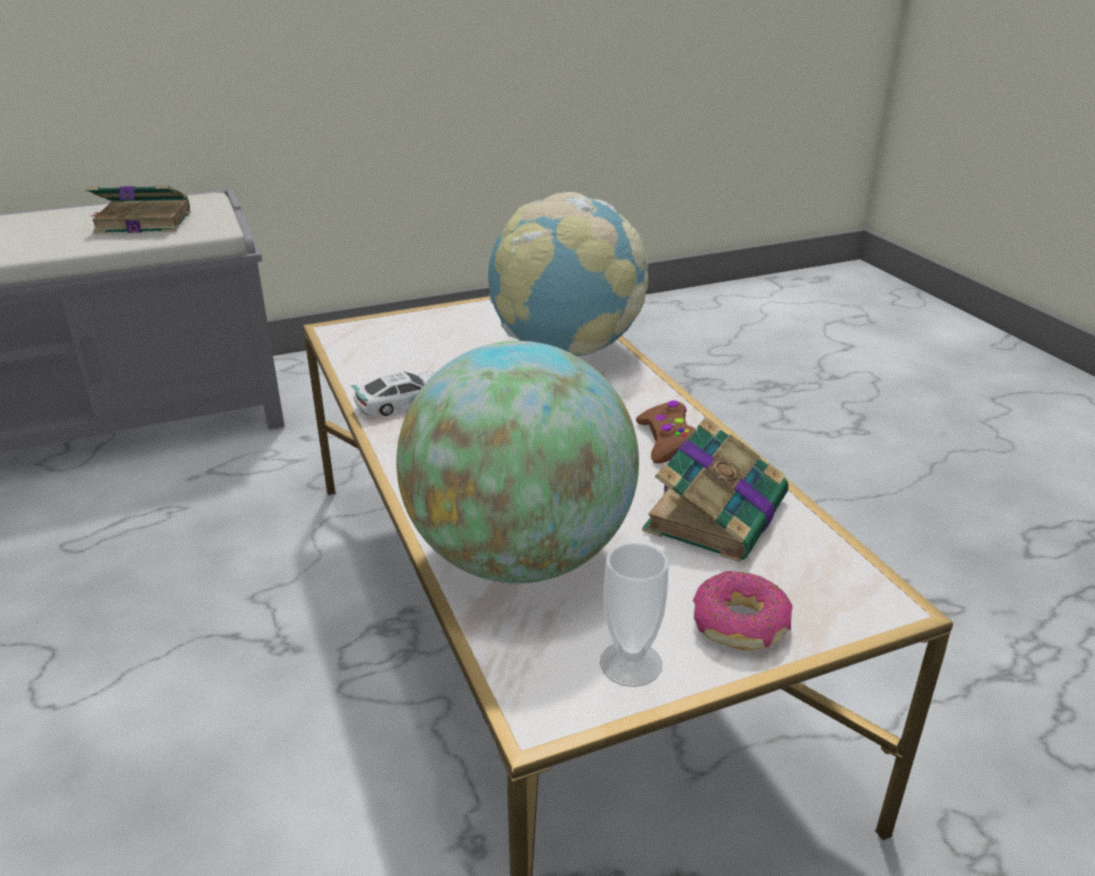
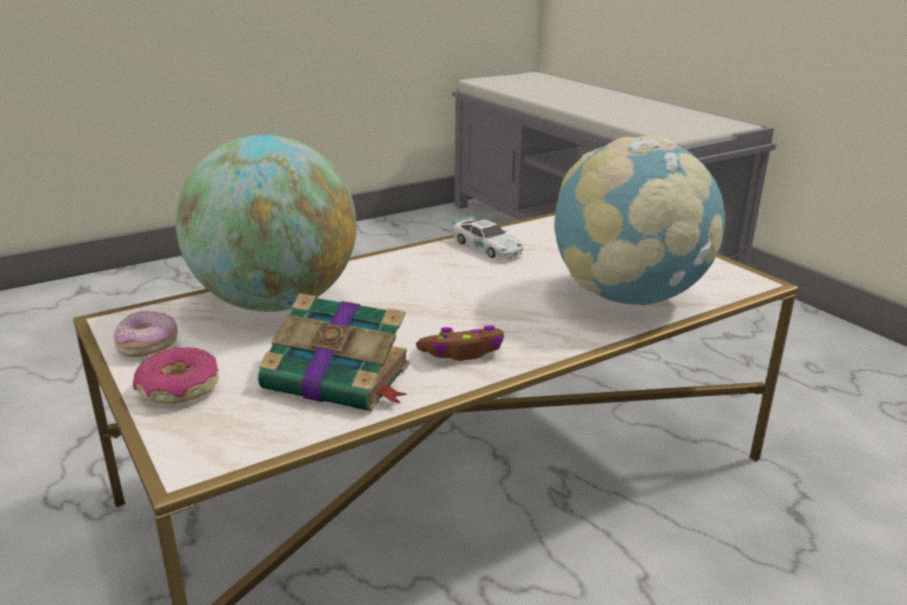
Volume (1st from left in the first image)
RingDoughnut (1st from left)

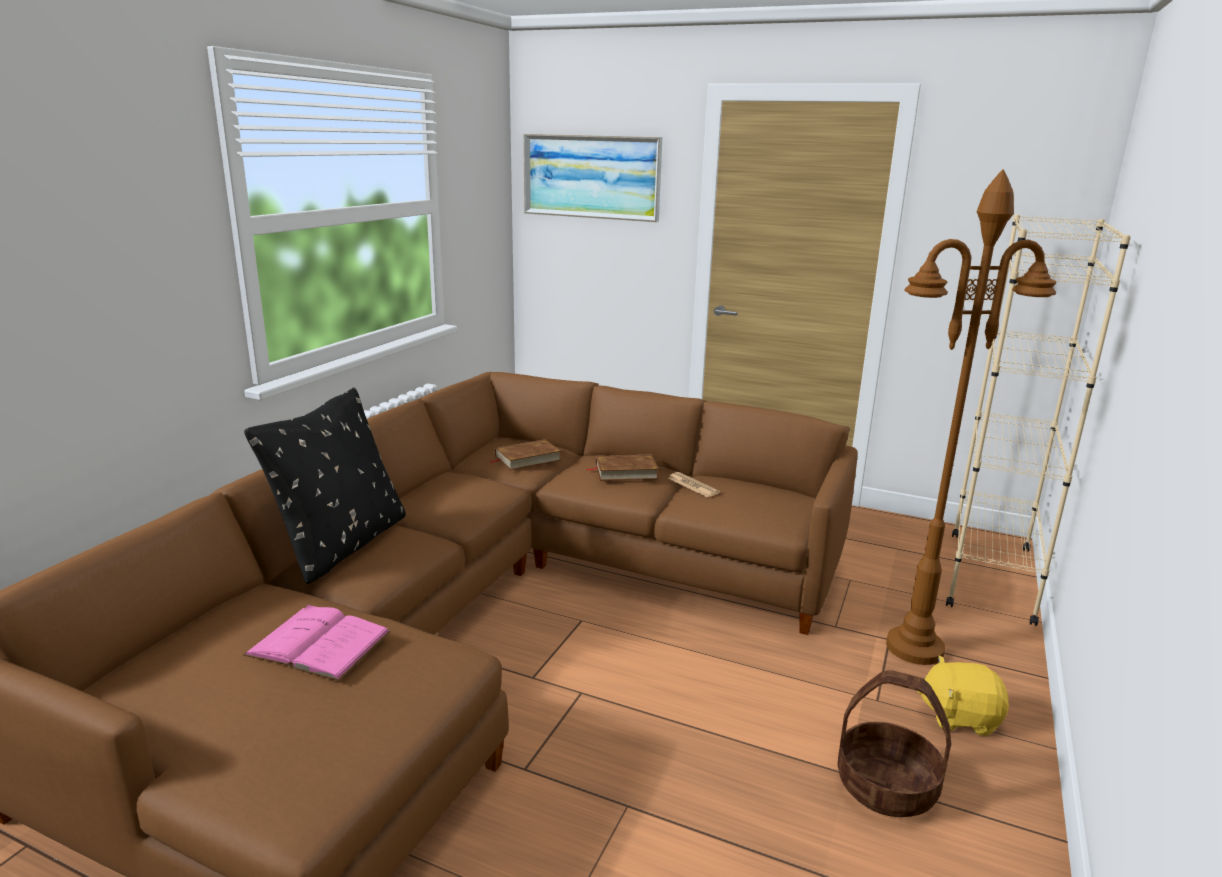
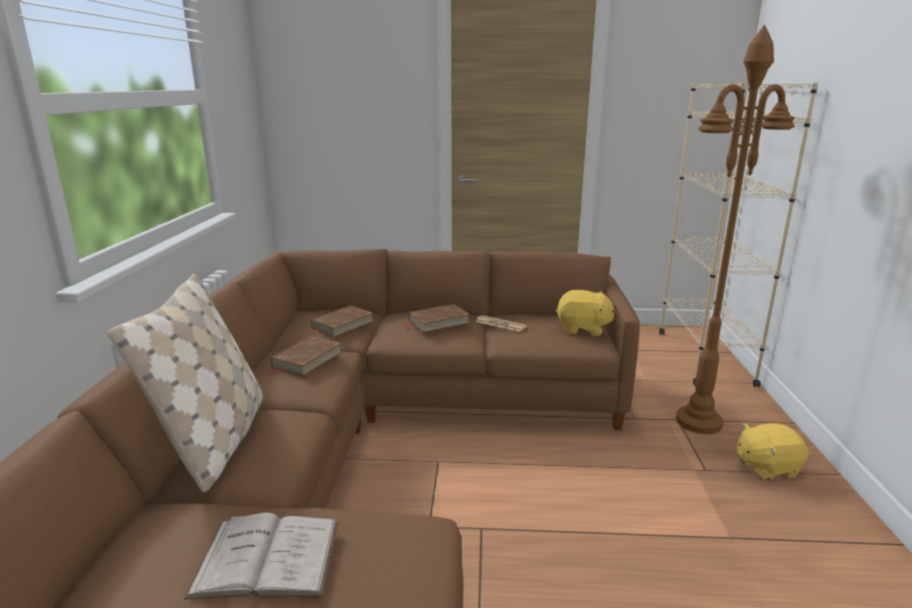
Picture
Basket
BrownishVolume (1st from left)
YellowPlushToy (1st from left)
WhiteVolume
SandColouredThrowPillow

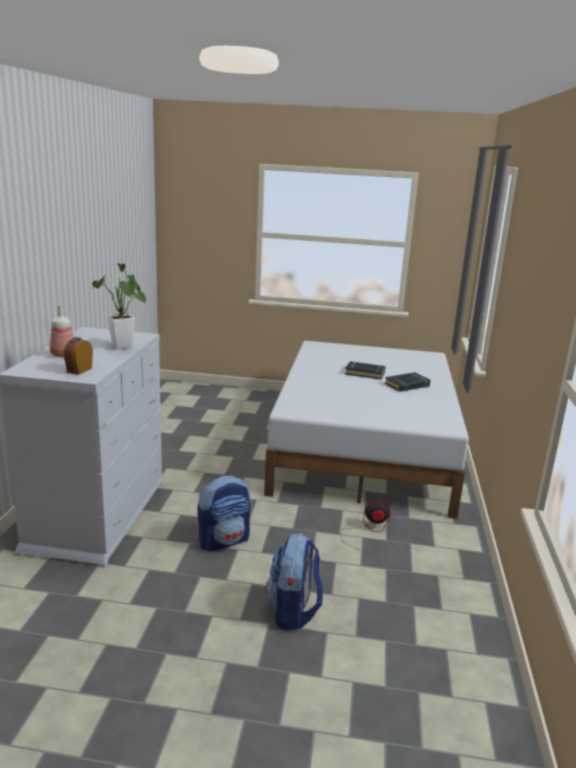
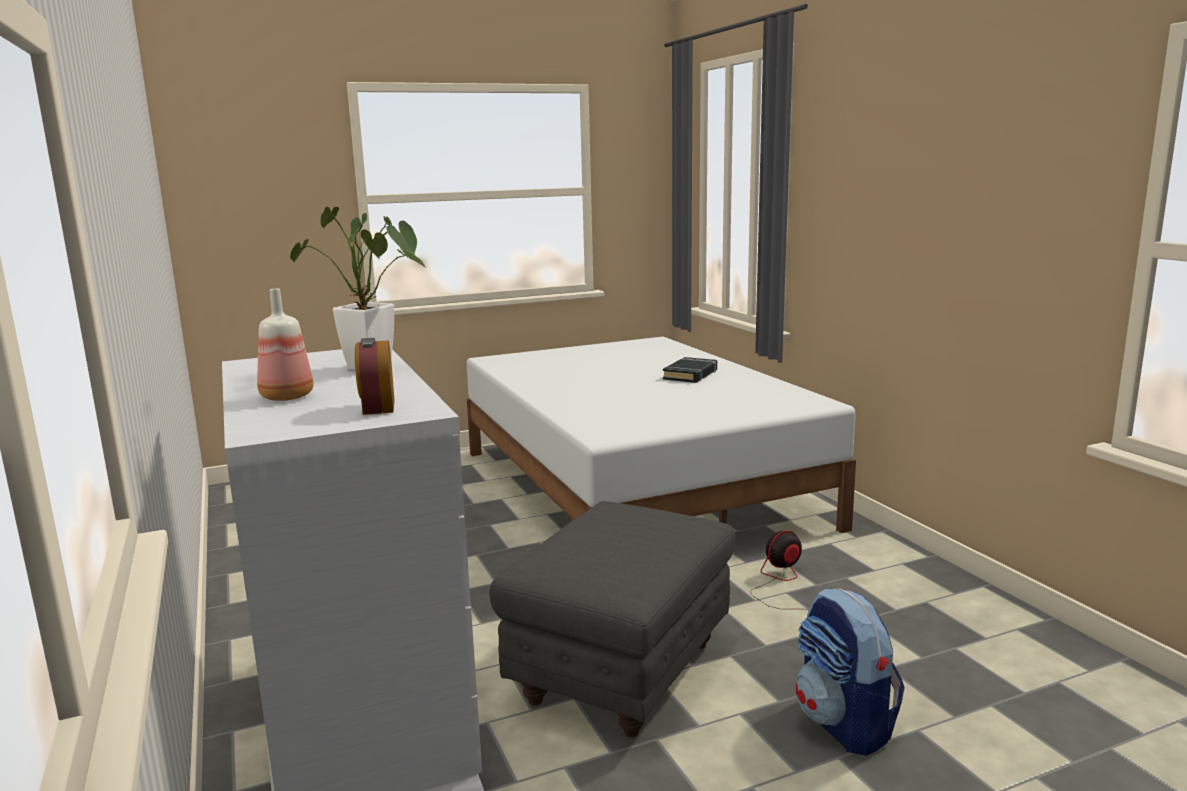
BlackColouredVolume (1st from left in the first image)
GrayOttoman

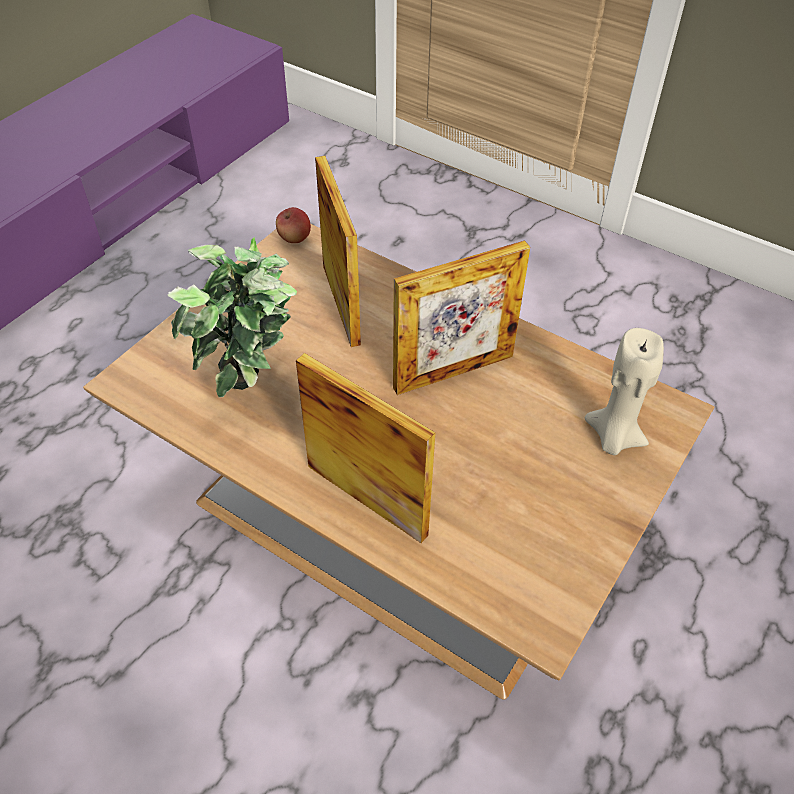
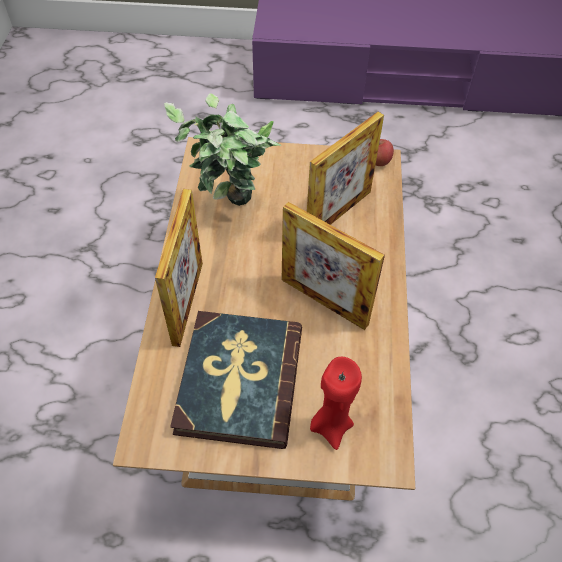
Volume
RedWaxCandle

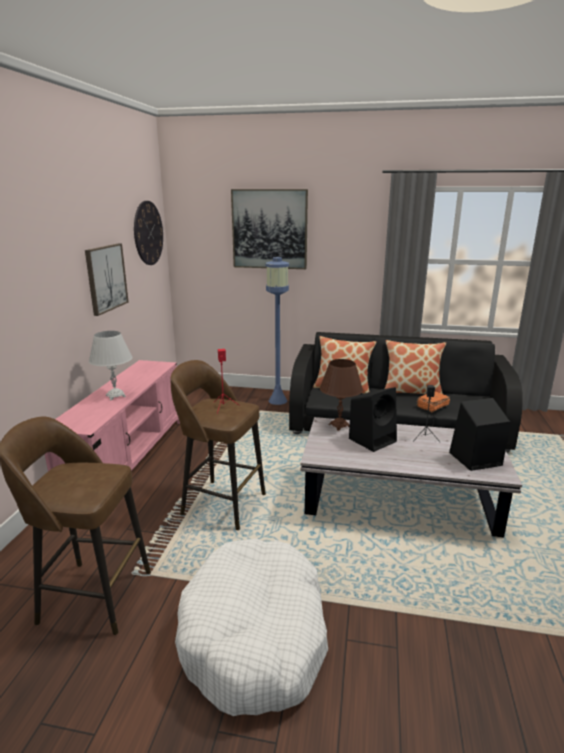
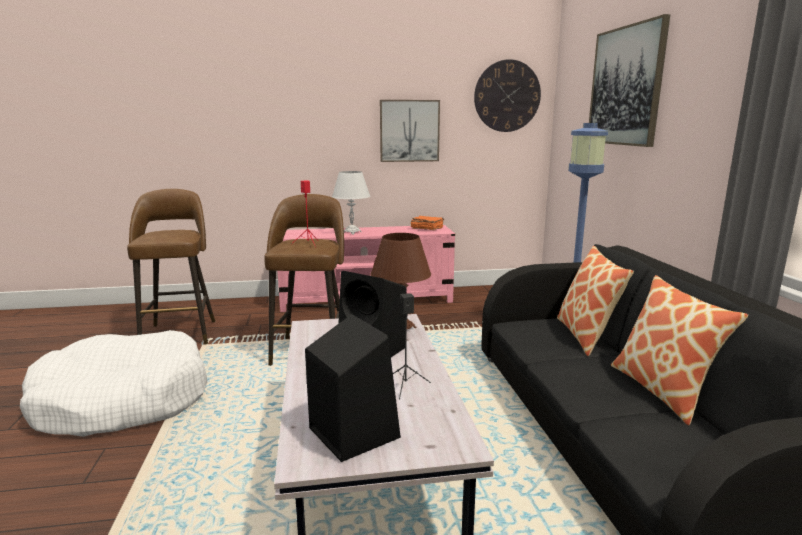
OrangeyVolume

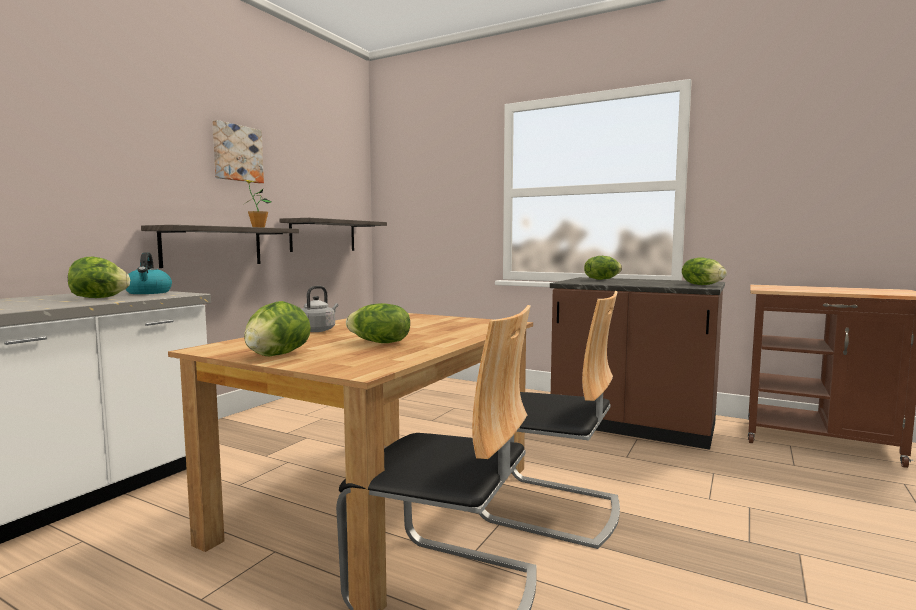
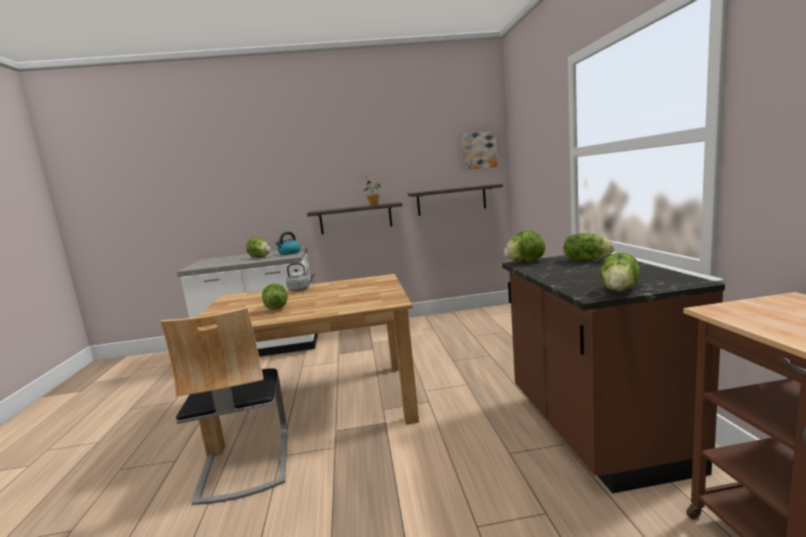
PlainChair (2nd from left in the first image)
Picture
HeadOfLettuce (3rd from left)

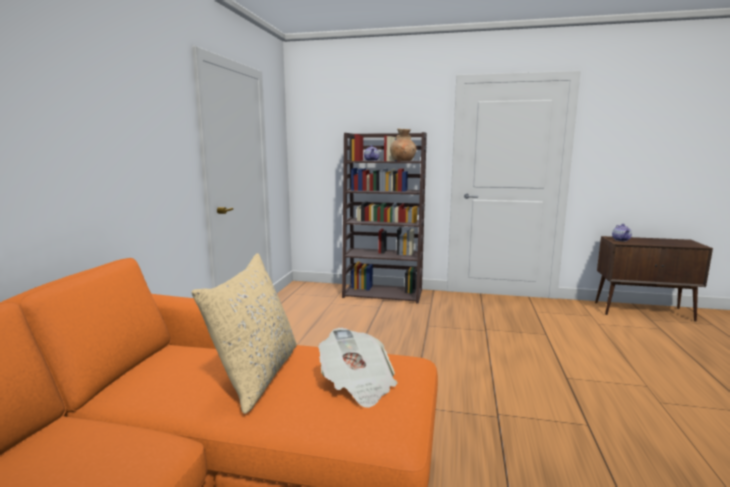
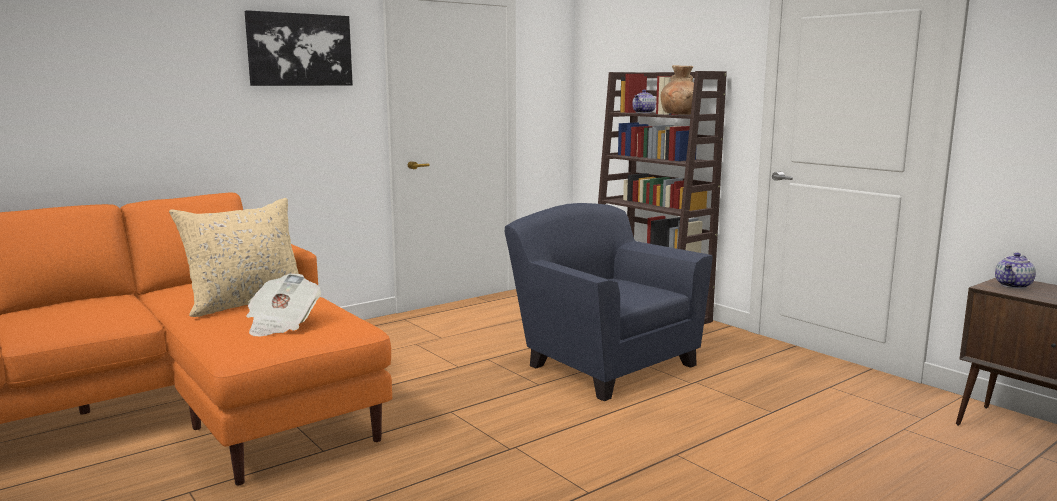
Picture
BlueColouredArmchair

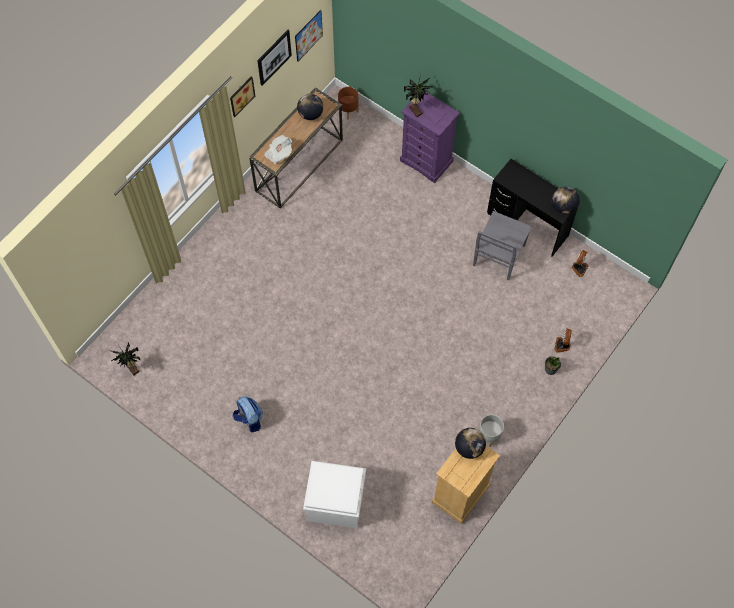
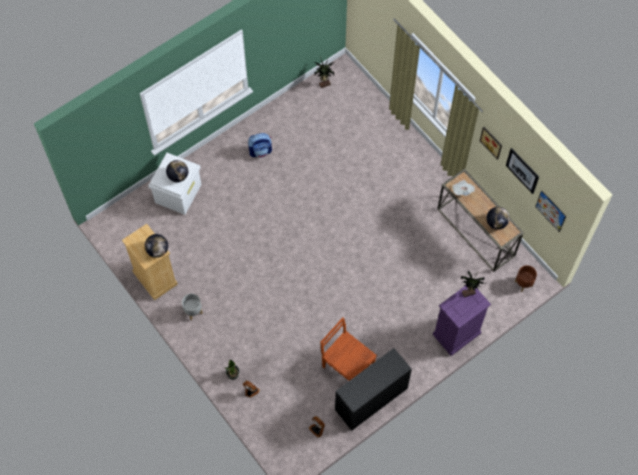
DeskGlobe (2nd from left)
BrownishPlainChair

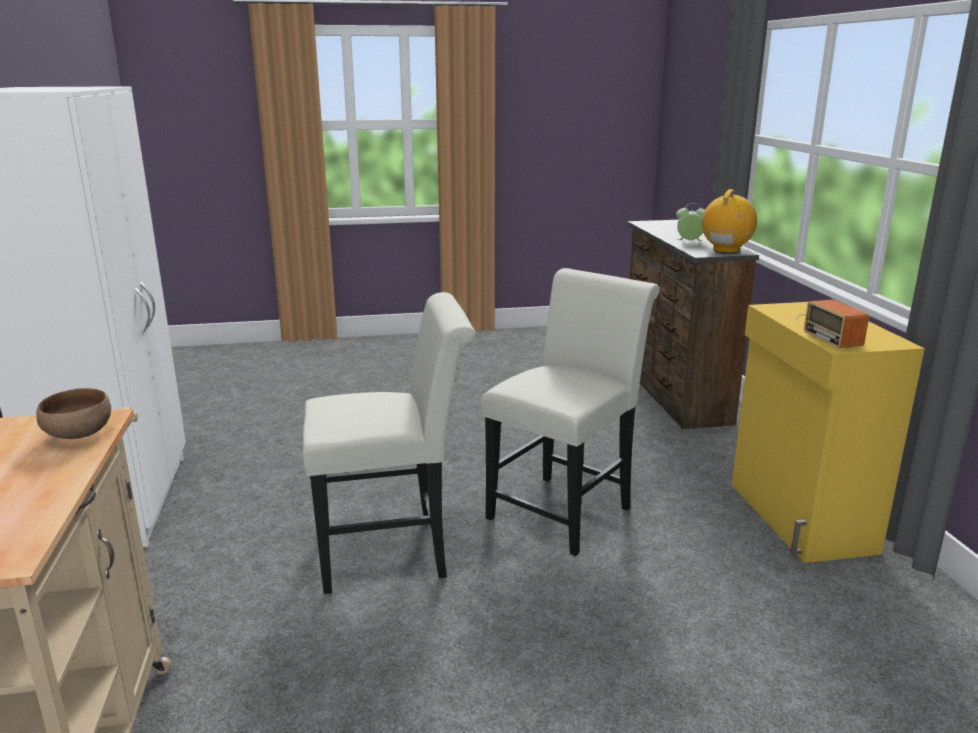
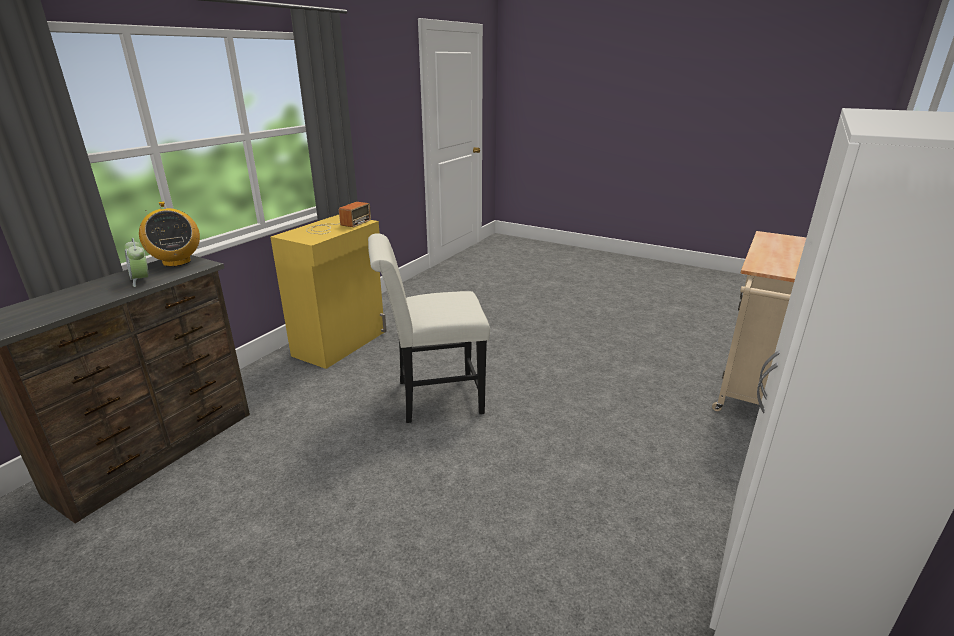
BrownishBowl
WhitePlainChair (1st from left in the first image)
RadioReceiver (1st from left)

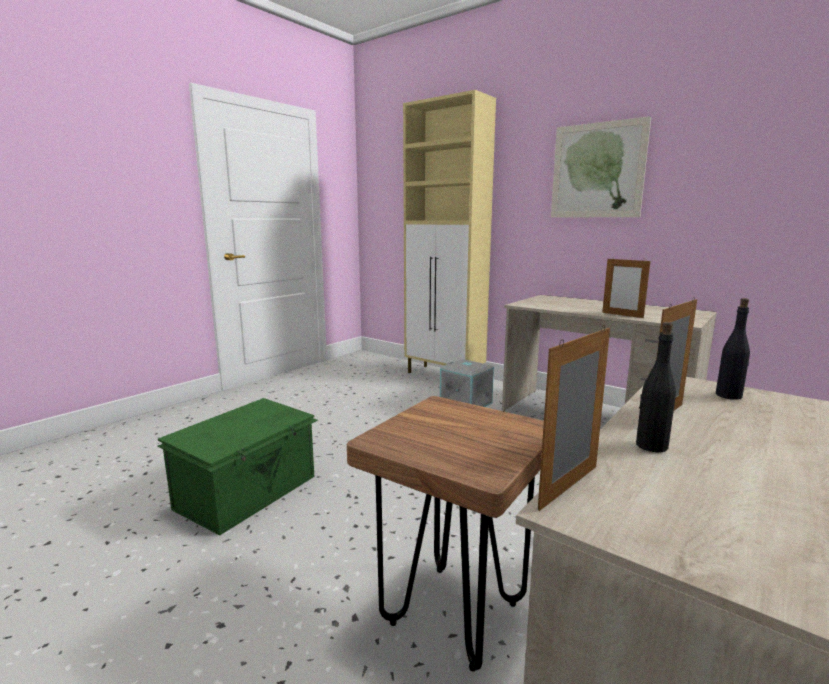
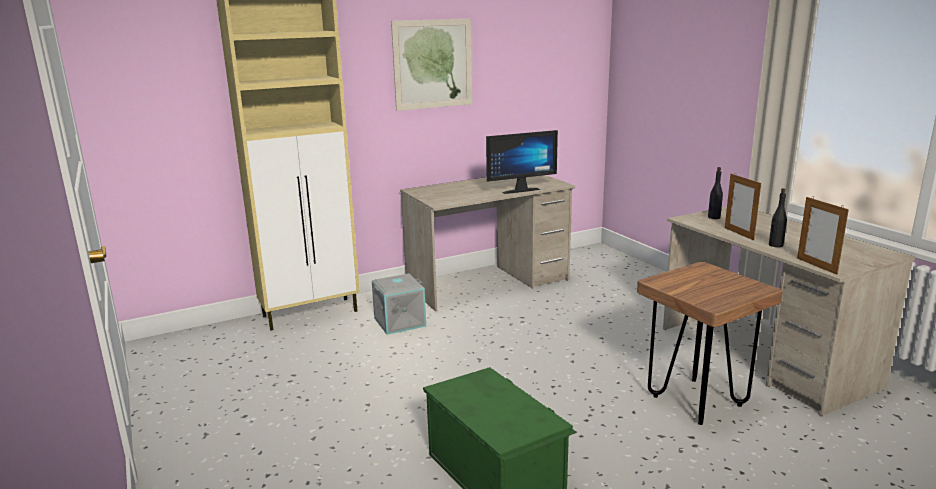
ComputerDisplay

